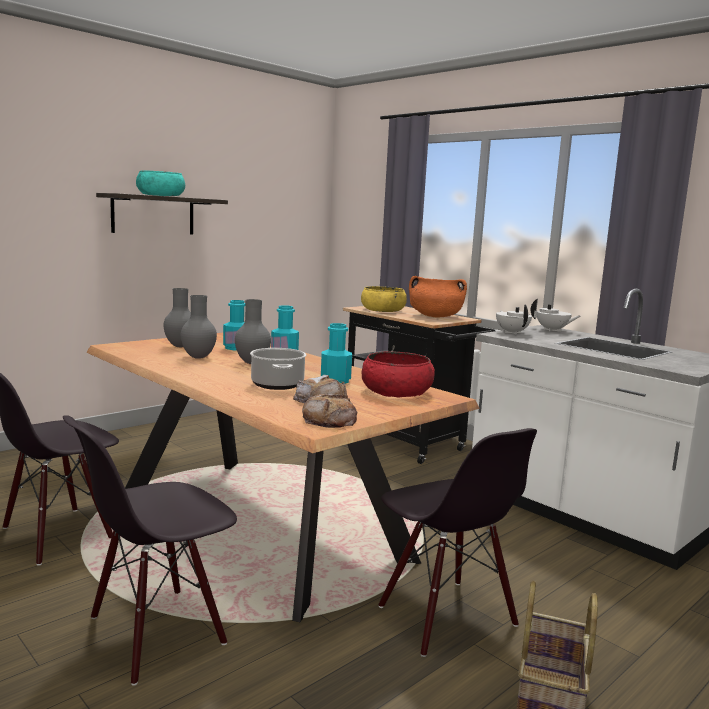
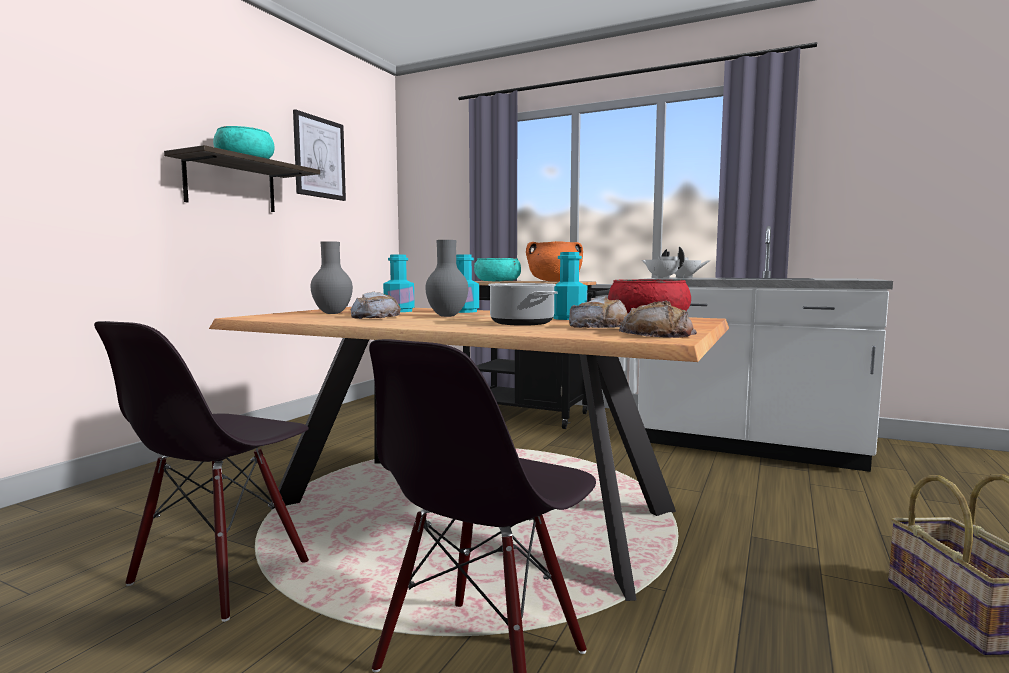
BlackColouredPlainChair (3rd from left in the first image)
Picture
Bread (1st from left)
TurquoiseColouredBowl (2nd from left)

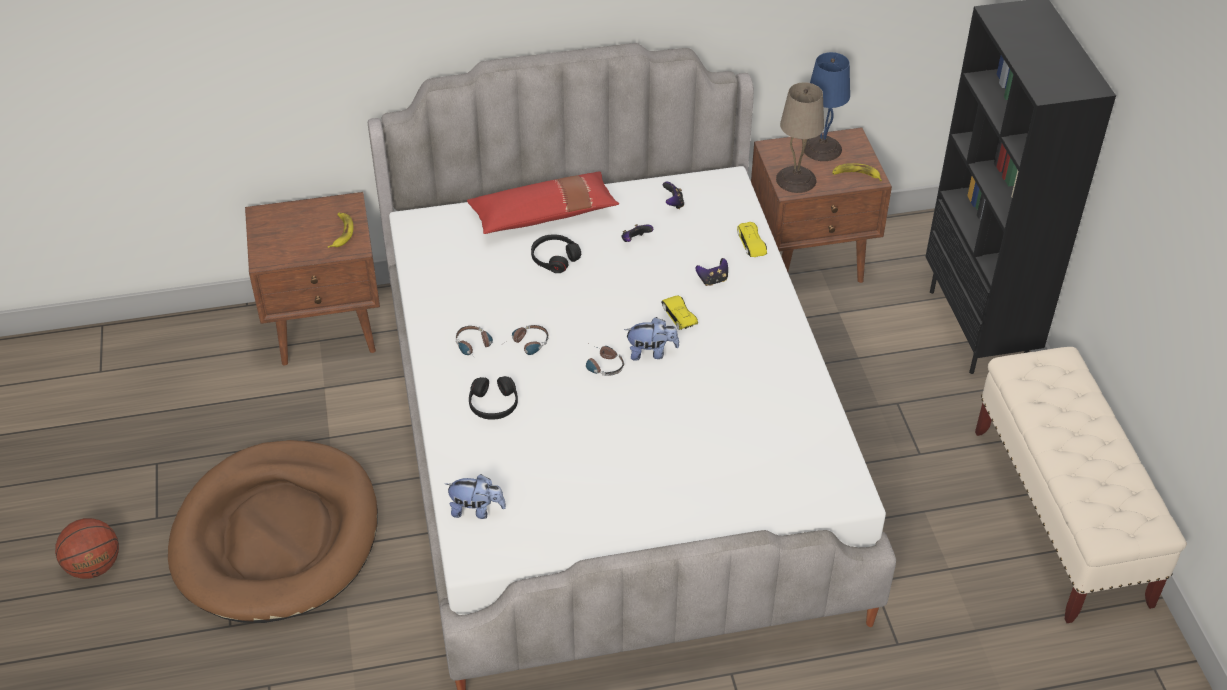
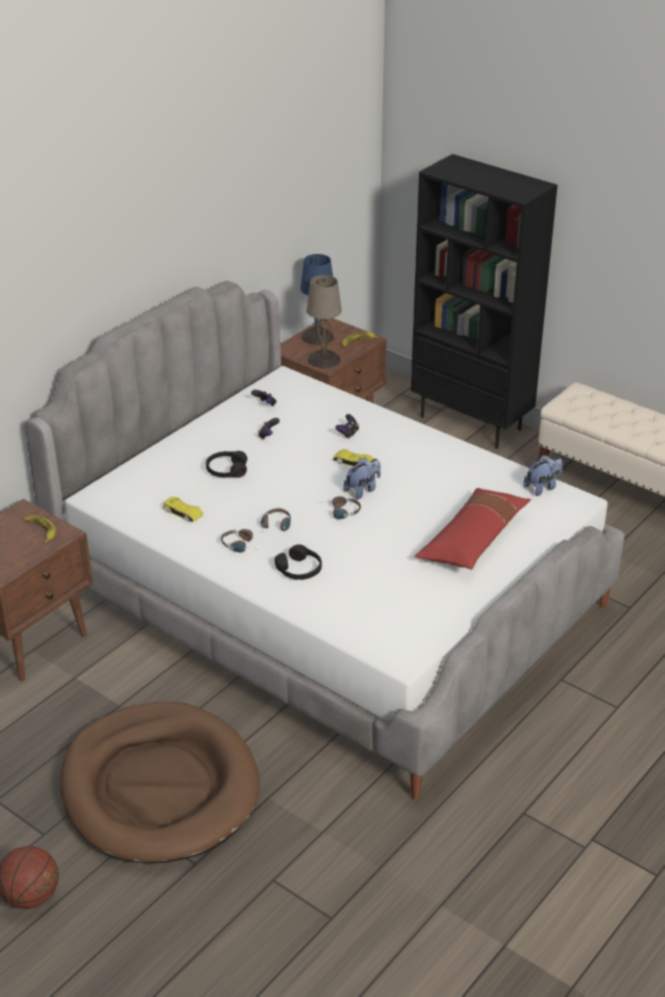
PlushToy (2nd from left)
RedThrowPillow
YellowToyCar (1st from left)

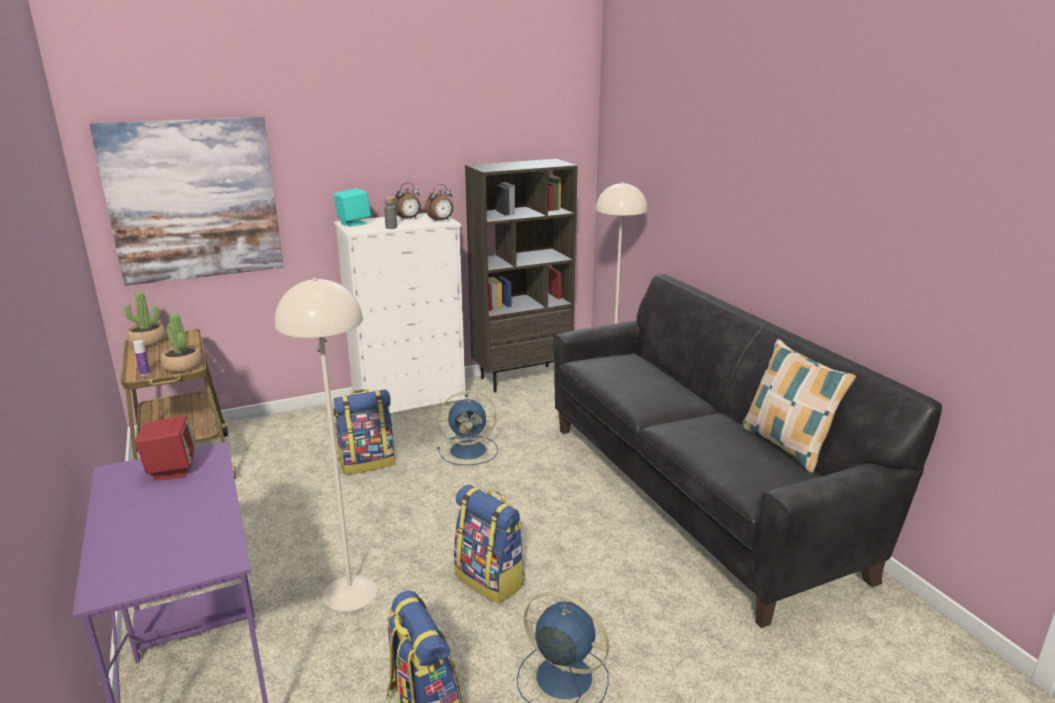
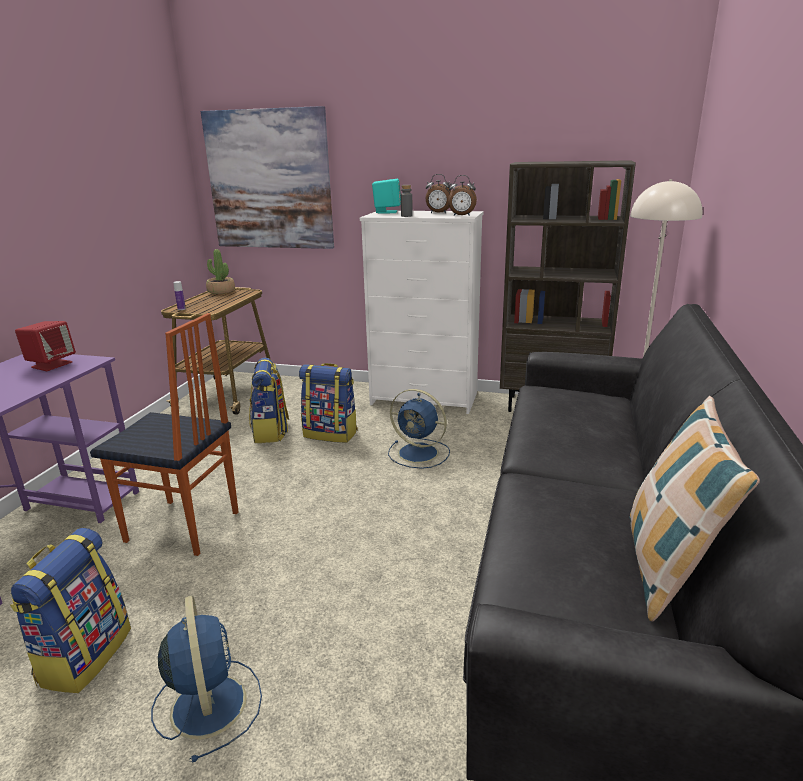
Houseplant (2nd from left in the first image)
Knapsack (2nd from left)
PlainChair

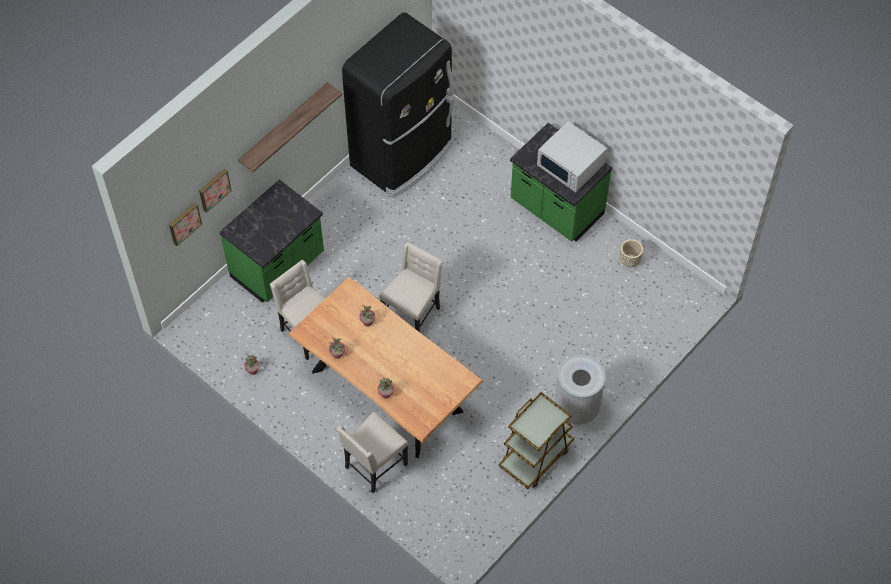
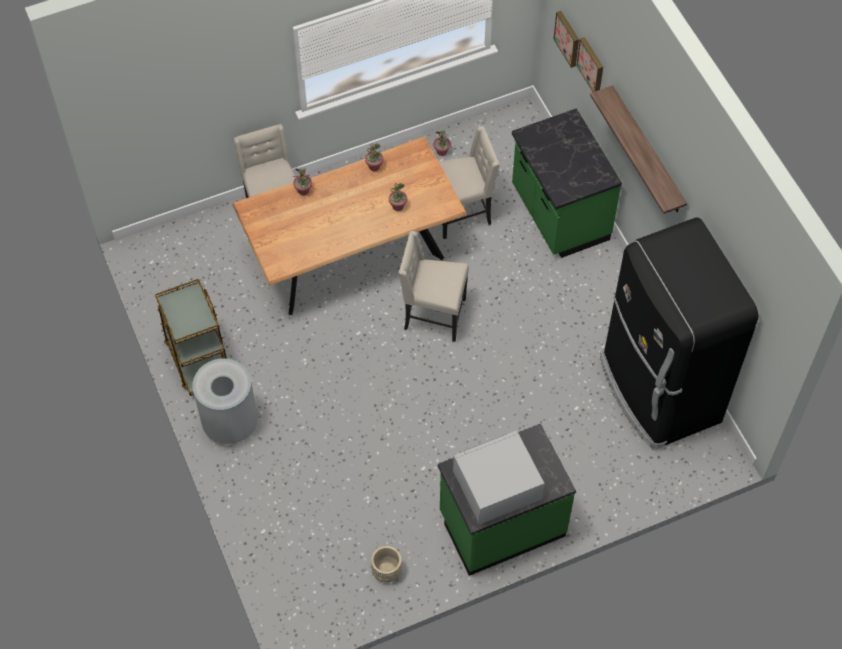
SandColouredPlainChair (2nd from left)

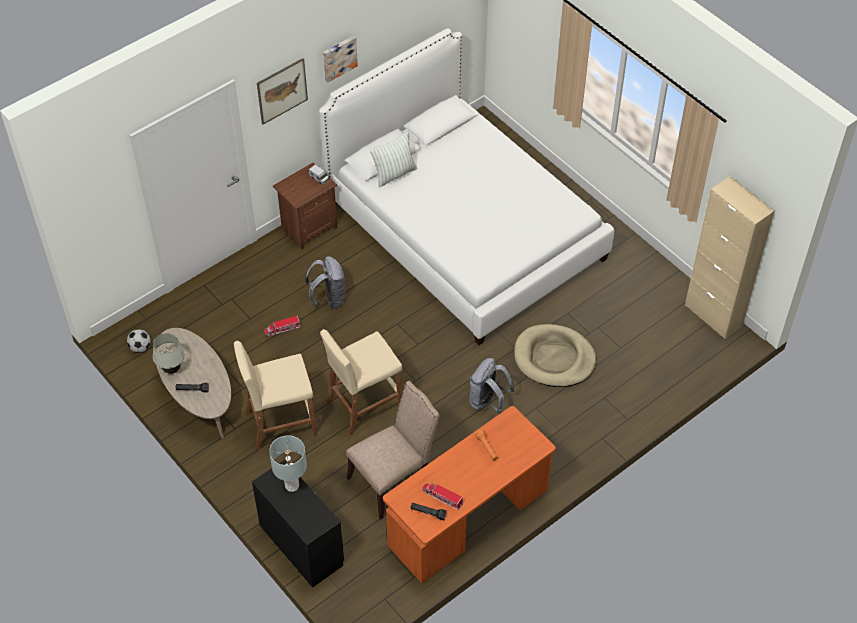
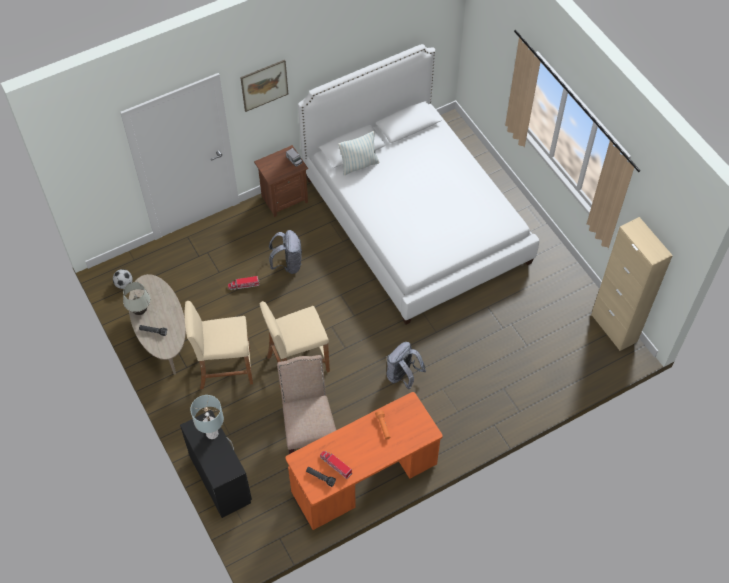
Picture (2nd from left in the first image)
SandColouredDogCushion
SandColouredPlainChair

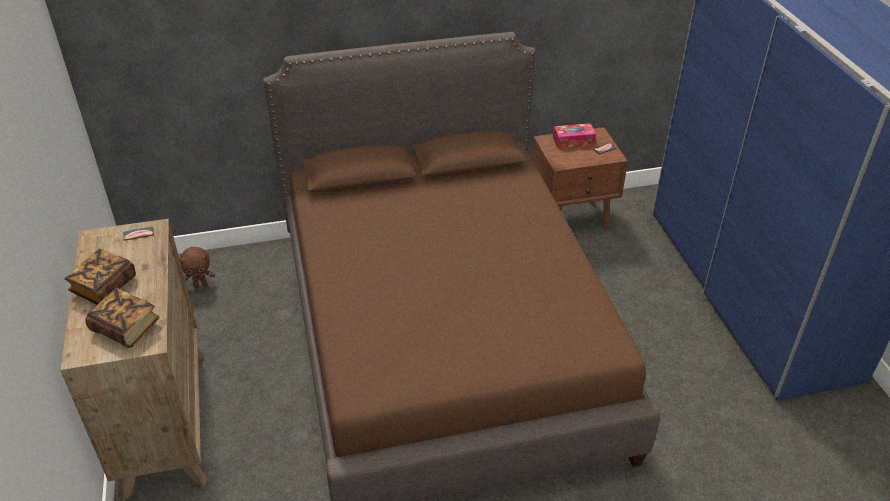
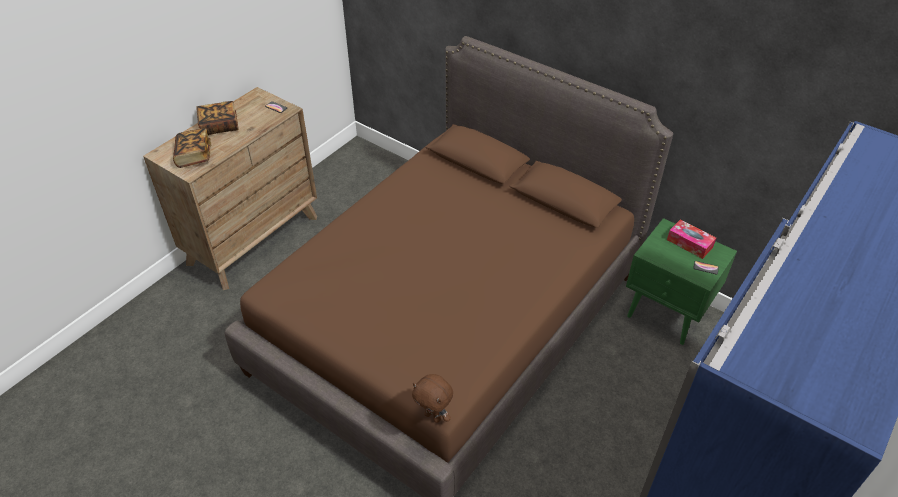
BrownishPlushToy
GreenNightstand

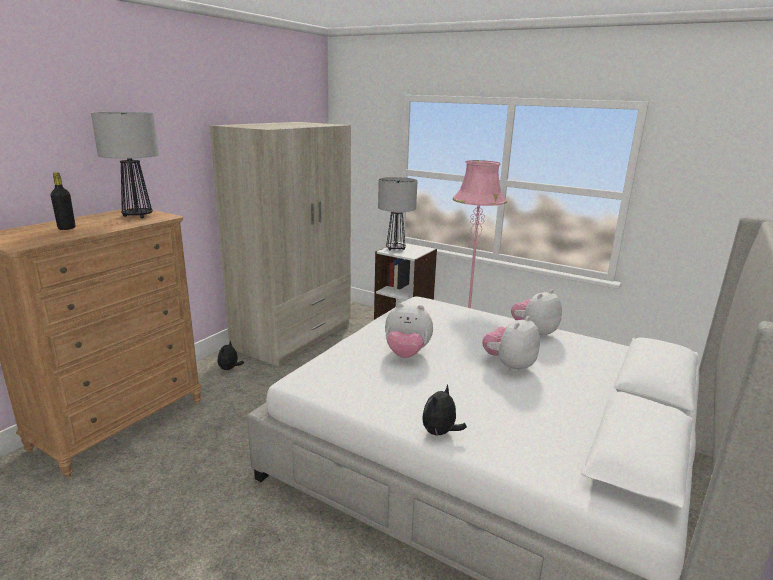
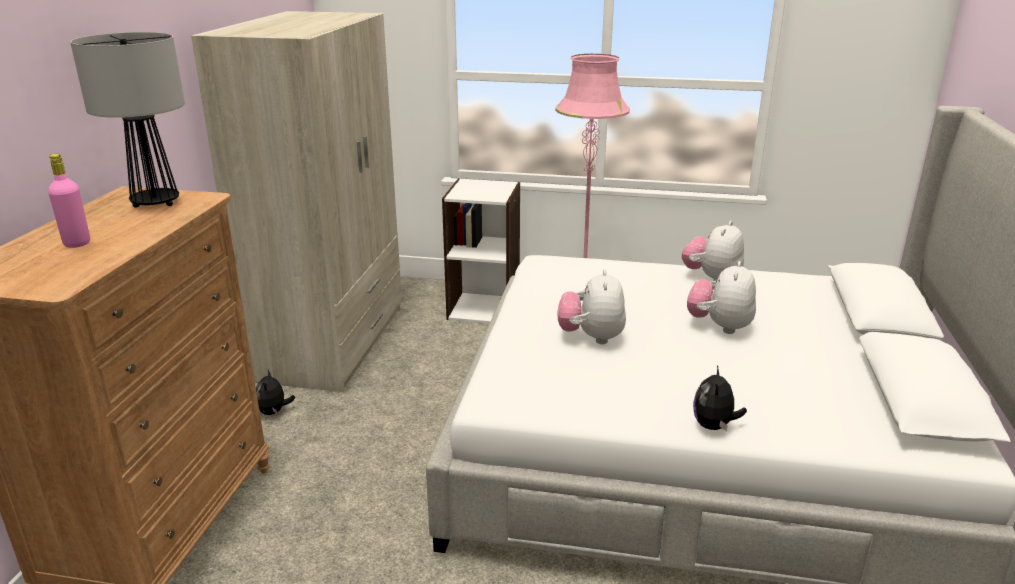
TabletopLamp (2nd from left in the first image)
PinkColouredBottle
PlushToy (2nd from left)

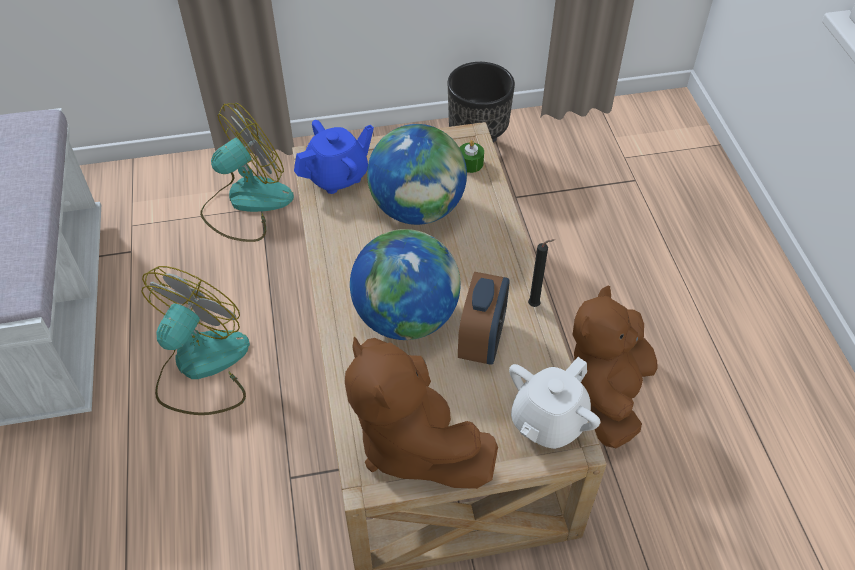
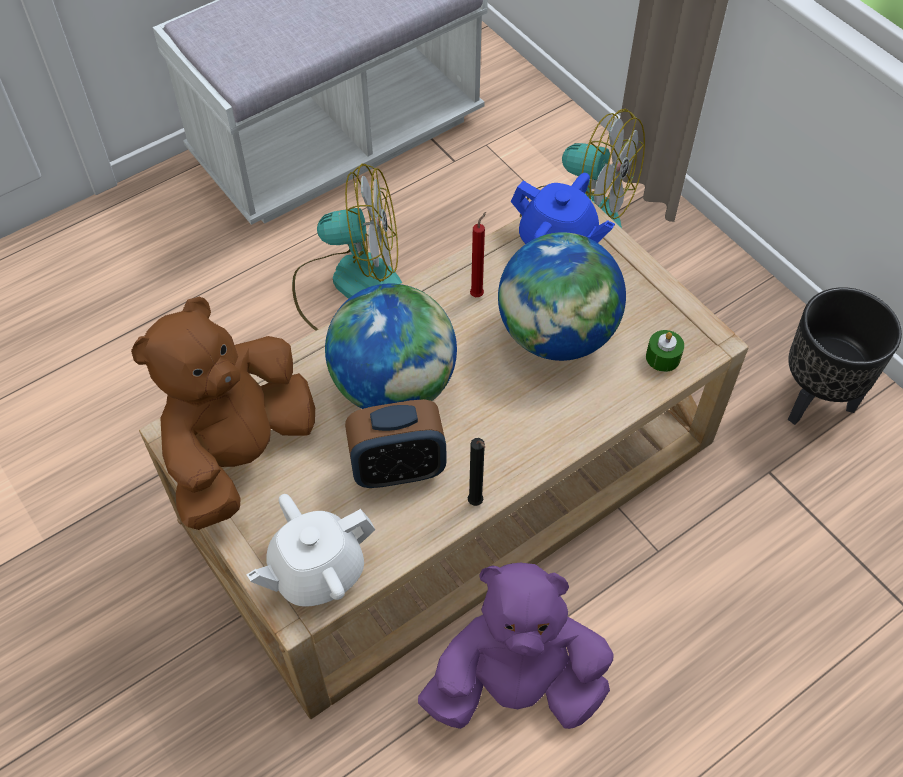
RedWaxCandle
PurpleColouredPlushToy
WhiteTeaPot

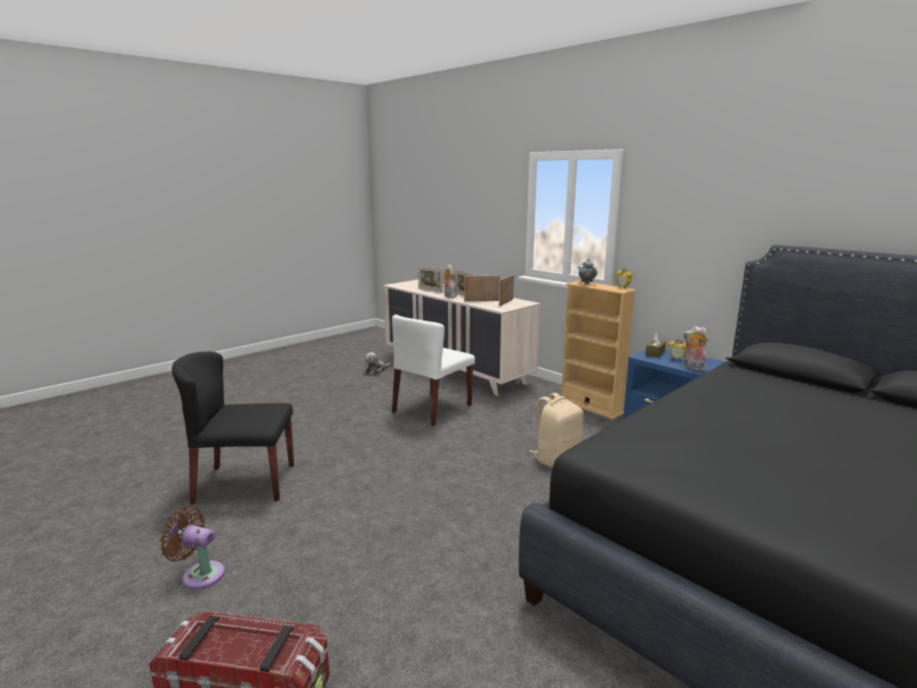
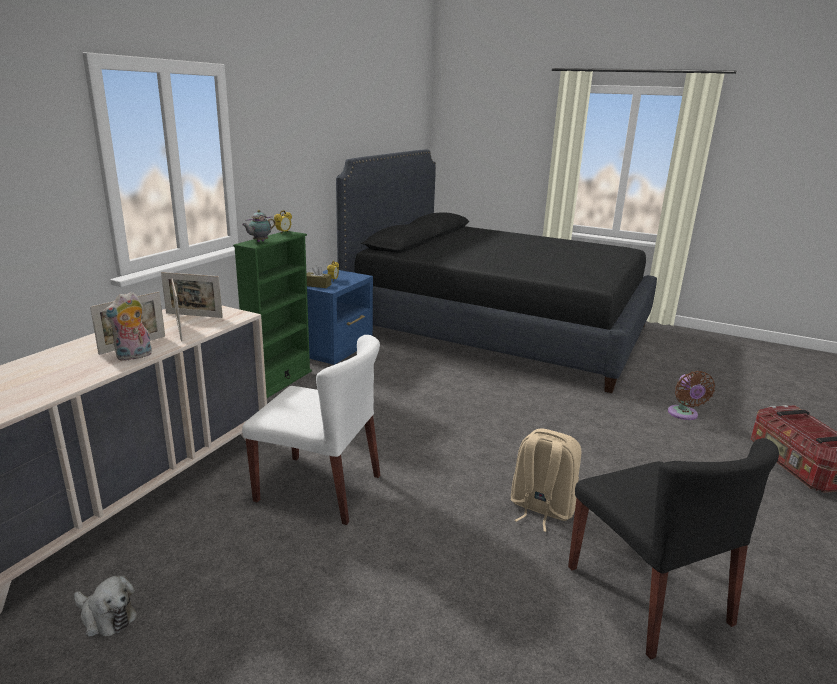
StandingFrame (1st from left in the first image)
PlushToy (3rd from left in the first image)
BrownishCoolingFan
SandColouredKnapsack
GreenBookcase

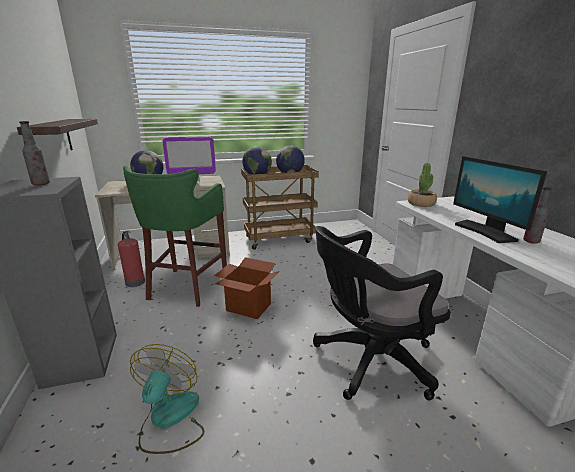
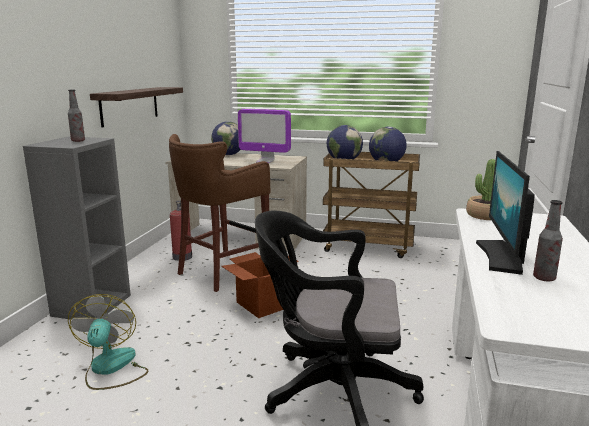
BrownishStoolSeat
CoolingFan

